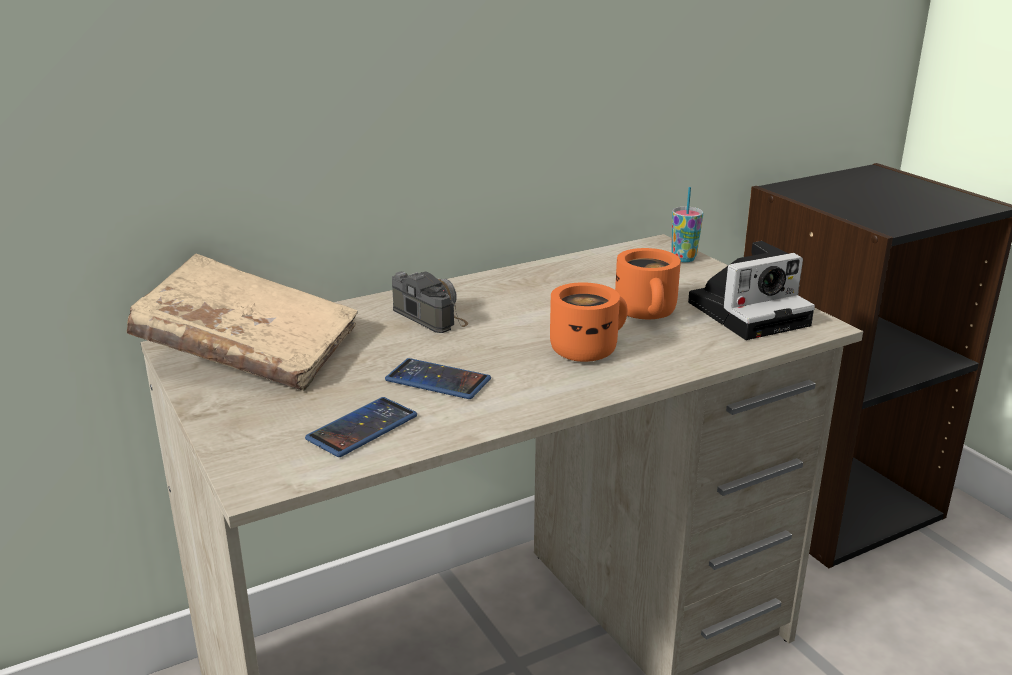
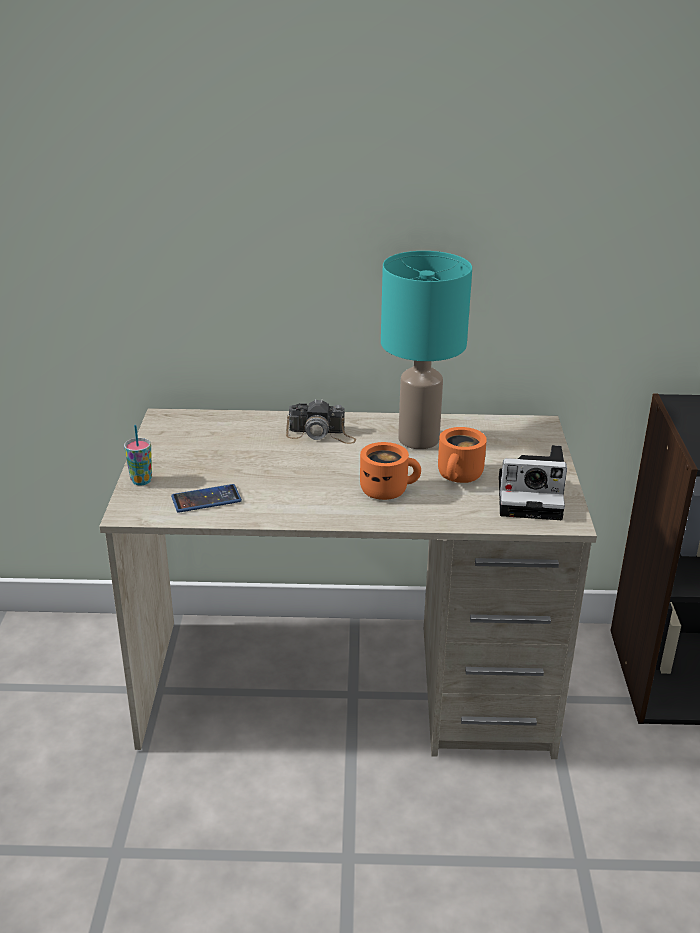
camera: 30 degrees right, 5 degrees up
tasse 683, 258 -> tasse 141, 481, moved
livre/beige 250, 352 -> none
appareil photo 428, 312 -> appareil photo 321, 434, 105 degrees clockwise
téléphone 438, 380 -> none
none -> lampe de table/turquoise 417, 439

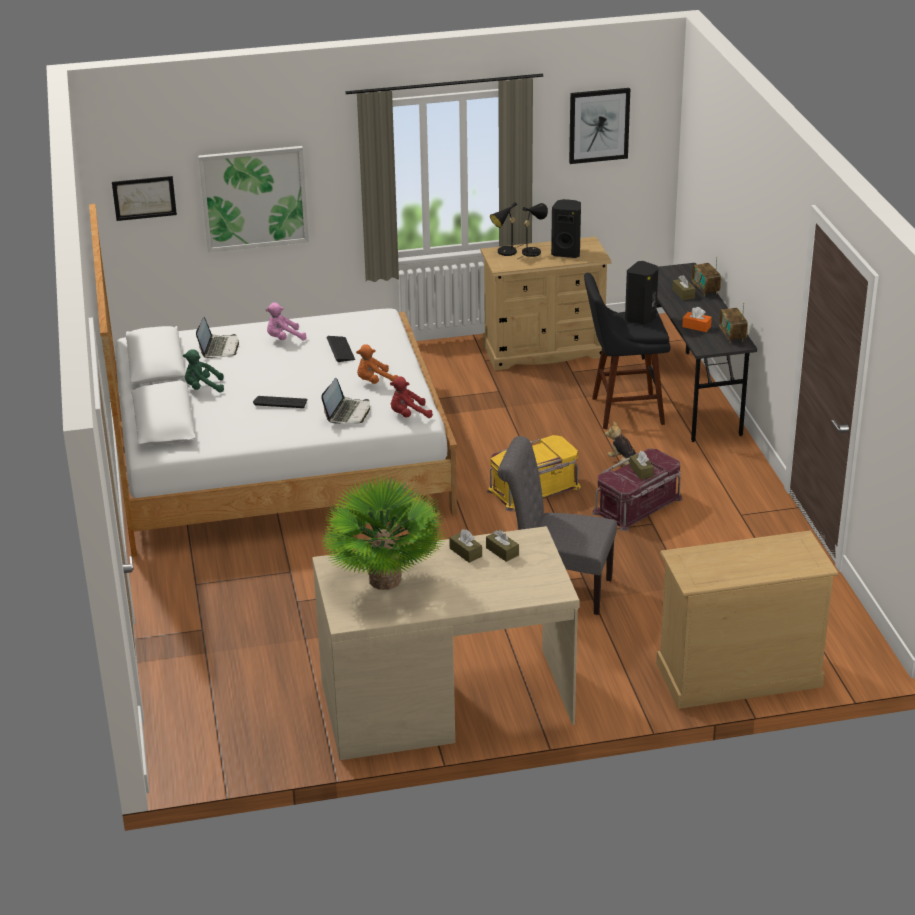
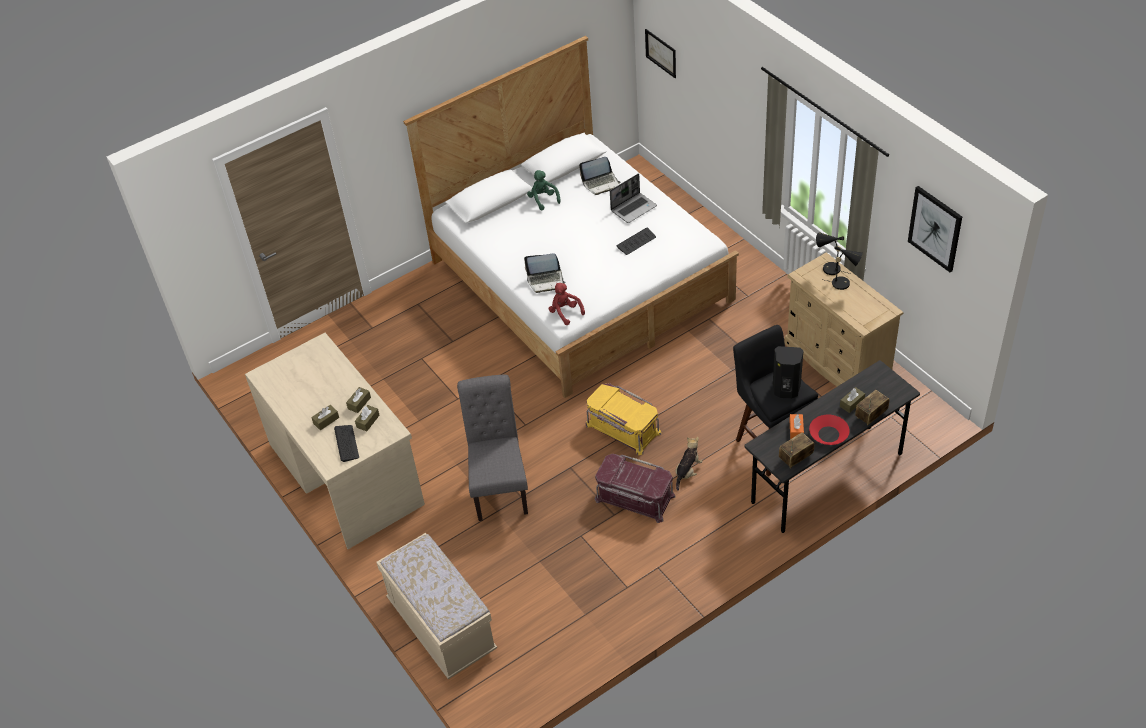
camera: 70 degrees right, 15 degrees up
tableau 254, 198 -> none
enceinte/noir 567, 253 -> none
peluche/rose 284, 339 -> ordinateur portable 633, 208
peluche/orange 374, 382 -> none
clavier 280, 402 -> clavier 346, 443, moved
boîte à mouchoirs/marron 641, 471 -> boîte à mouchoirs/marron 326, 420, moved
plante en pot 384, 580 -> none
commode/beige 738, 674 -> banc/beige 441, 626
none -> bol/rouge 828, 434

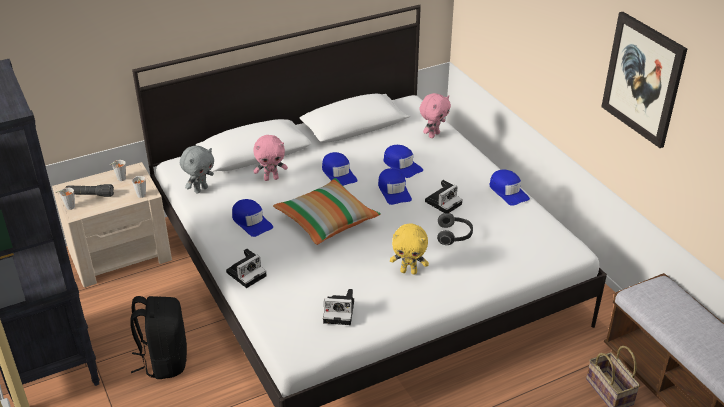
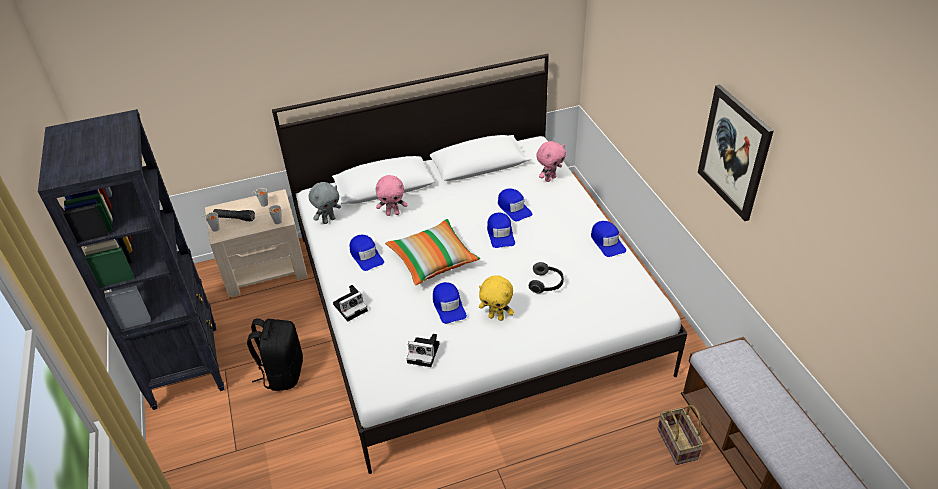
camera: 10 degrees right, 5 degrees up
casquette/bleu 338, 174 -> casquette/bleu 448, 306, moved
appareil photo 443, 202 -> none

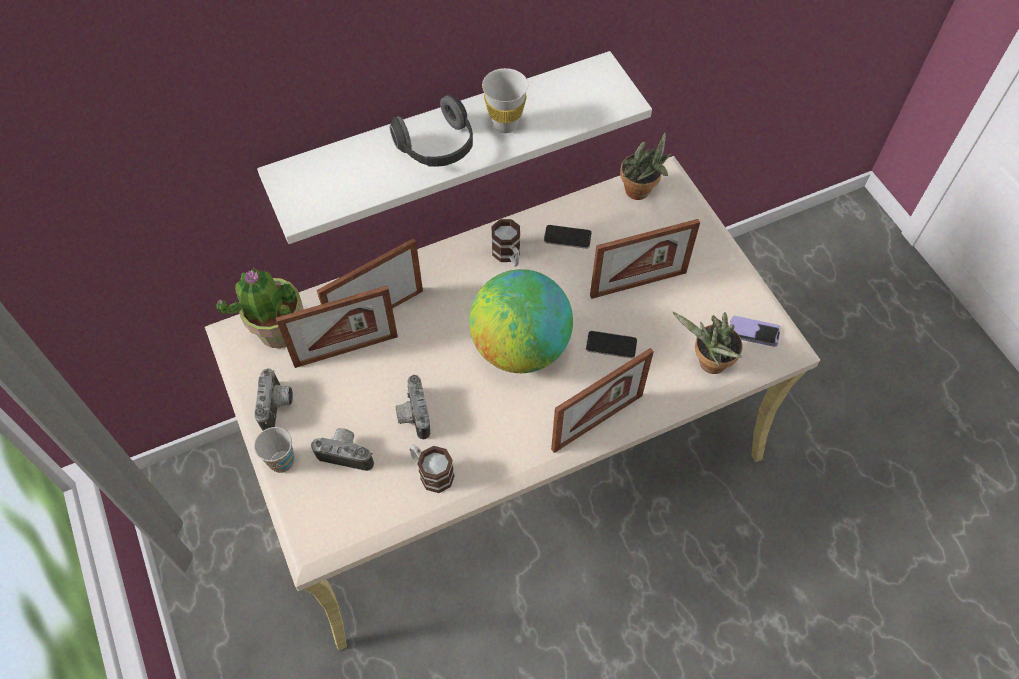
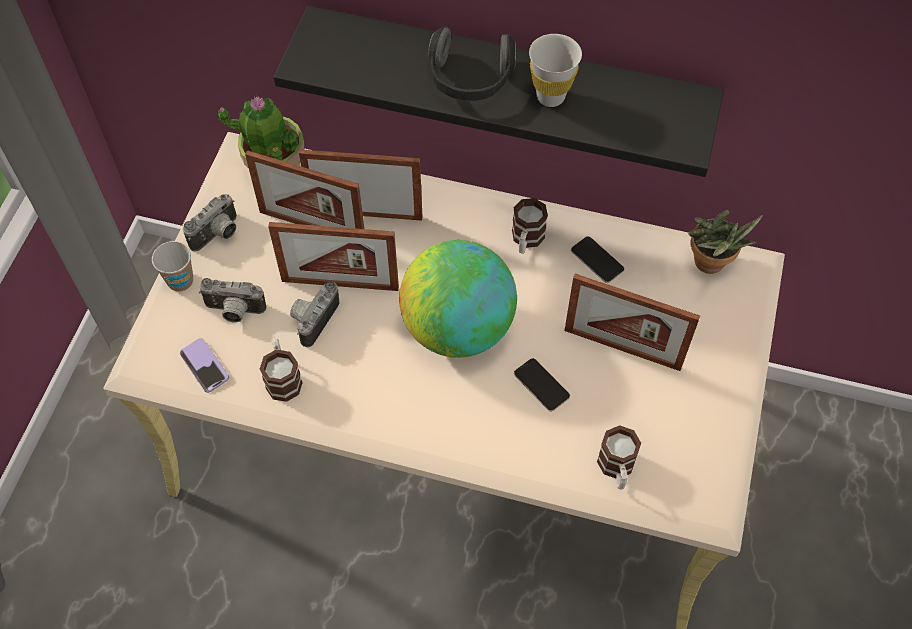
camera: 40 degrees right, 0 degrees up
étagère/blanc 443, 136 -> étagère/noir 508, 78
plante en pot 708, 364 -> mug 616, 469
téléphone 754, 332 -> téléphone 204, 366, moved
cadre photo 597, 422 -> cadre photo 340, 284, moved
appareil photo 347, 453 -> appareil photo 234, 312, 135 degrees clockwise

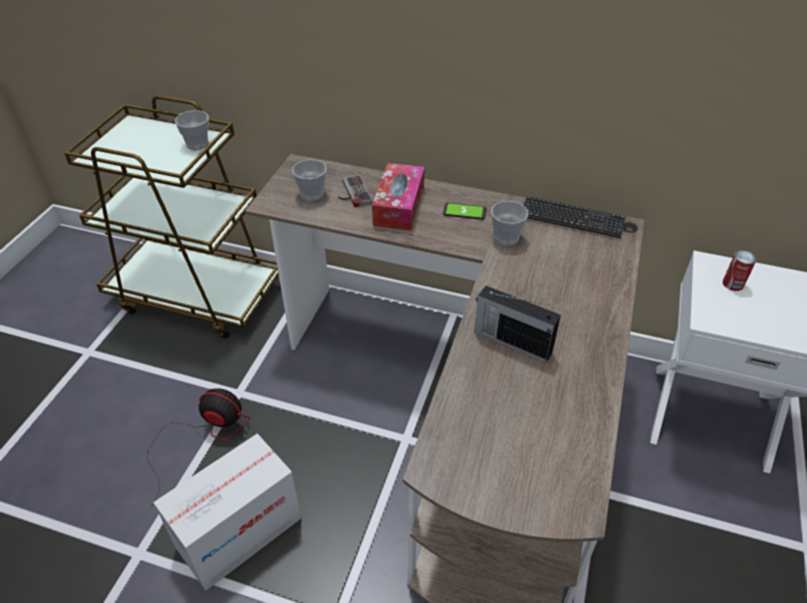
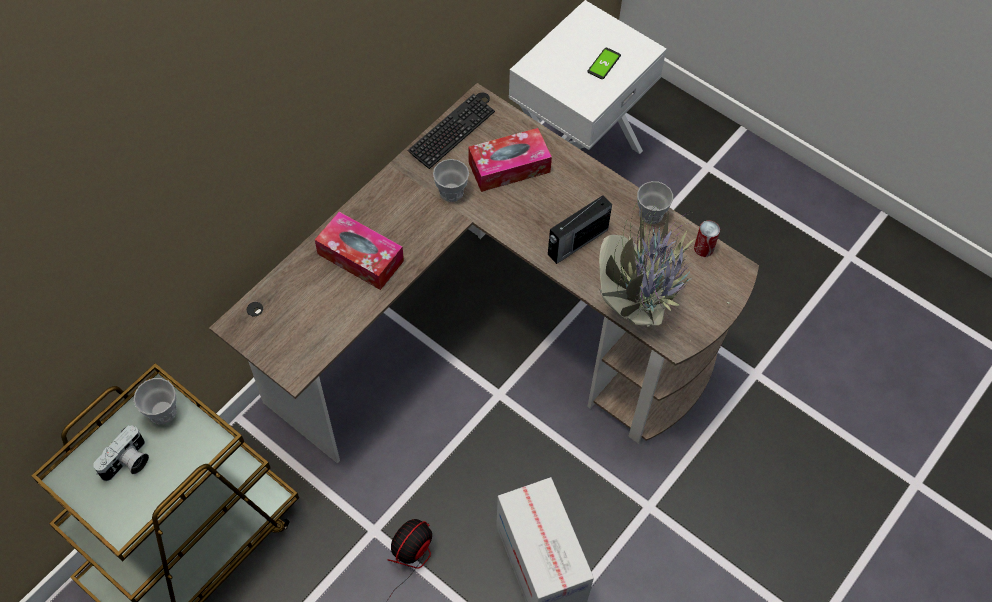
camera: 70 degrees left, 15 degrees up
tasse 312, 194 -> tasse 651, 214, moved
manette 351, 193 -> none
téléphone 464, 212 -> téléphone 604, 64, moved
boîte métallique 733, 284 -> boîte métallique 703, 248, moved
none -> boîte à mouchoirs 509, 167
none -> plante en pot 640, 305
none -> appareil photo 128, 463

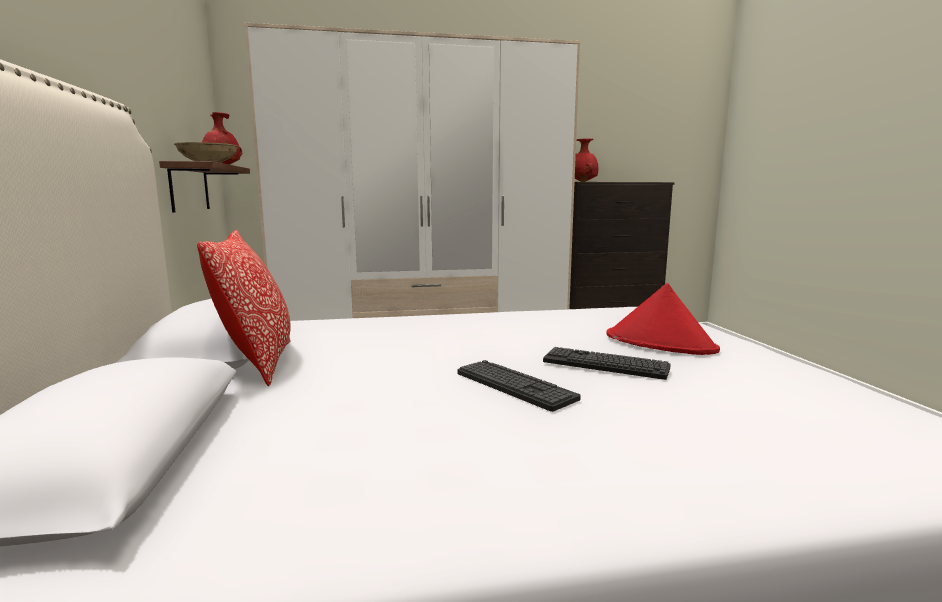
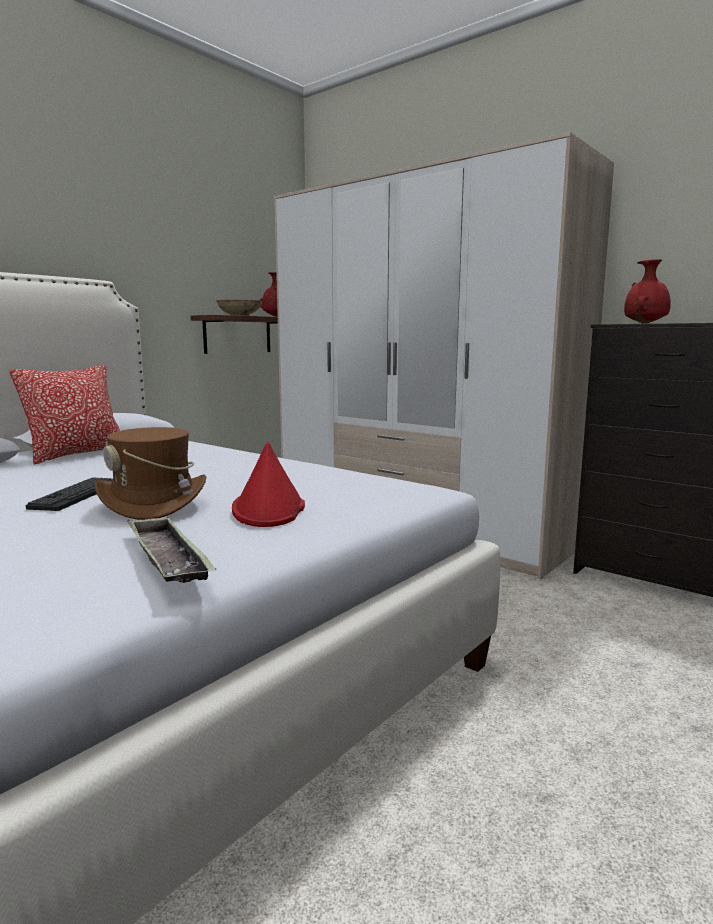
camera: 50 degrees right, 0 degrees up
clavier 605, 364 -> chapeau/marron 154, 503
none -> plateau 167, 557

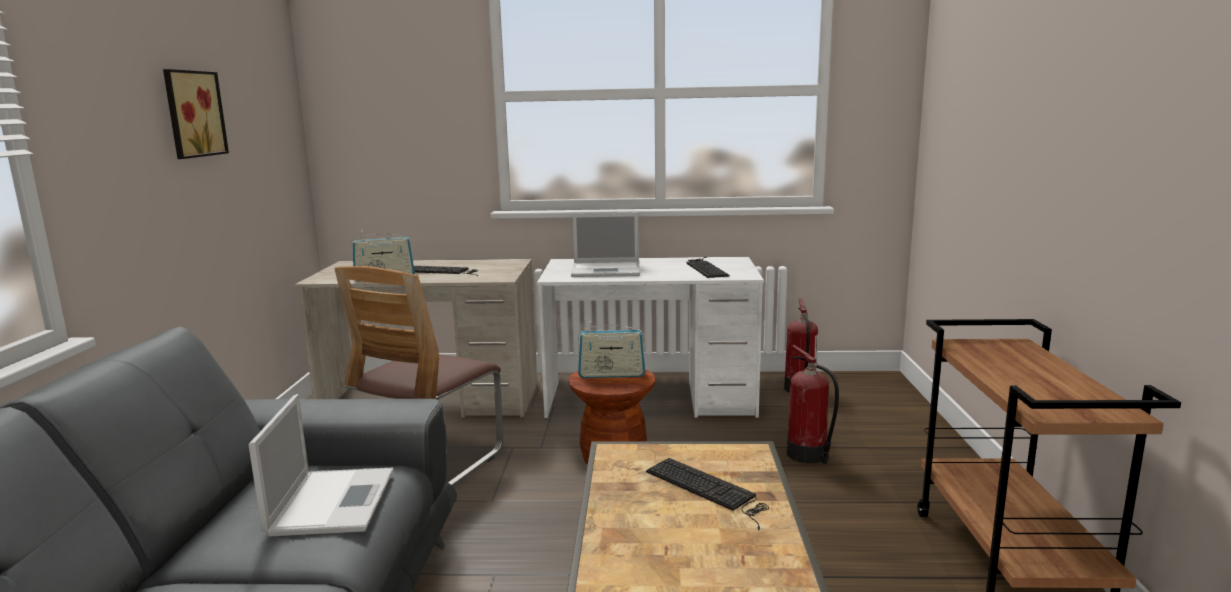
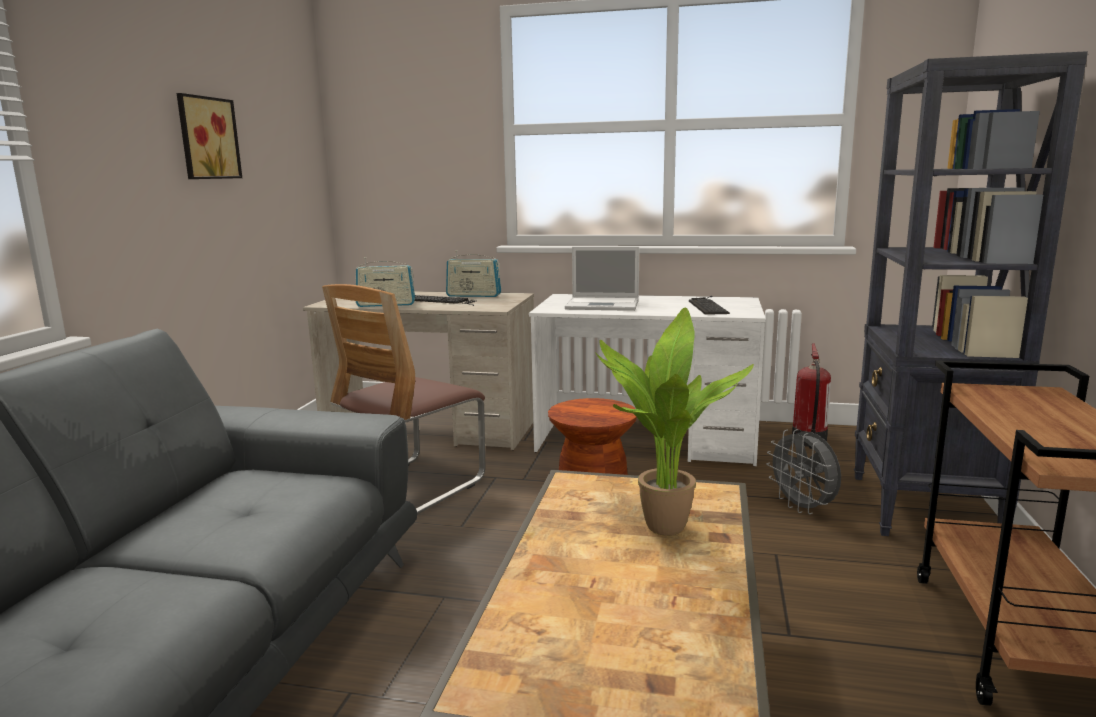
camera: 10 degrees right, 0 degrees up
radio 611, 375 -> radio 473, 295, moved
extincteur 808, 455 -> ventilateur/gris 803, 508
ordinateur portable 333, 500 -> none
clavier 709, 490 -> plante en pot 659, 526
none -> bibliothèque/noir 922, 508

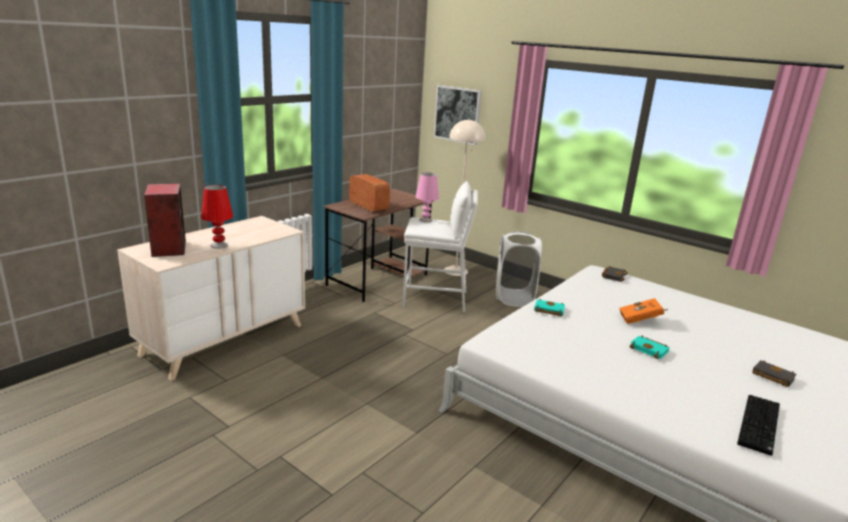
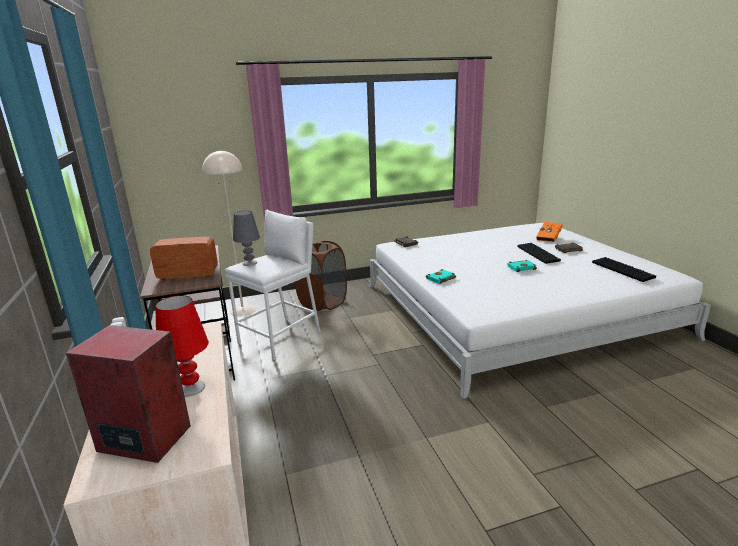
camera: 55 degrees left, 0 degrees up
tableau 457, 114 -> none
lampe de table/rose 425, 220 -> lampe de table/gris 249, 263
panier à linge/blanc 514, 298 -> panier à linge/marron 322, 303
livre/orange 641, 321 -> livre/orange 549, 238, moved
none -> clavier 539, 254

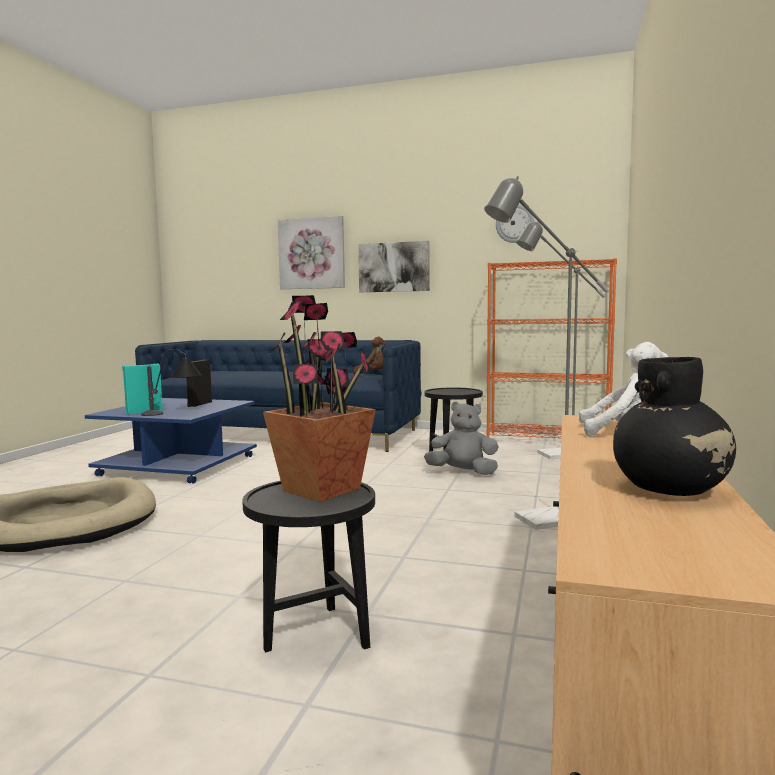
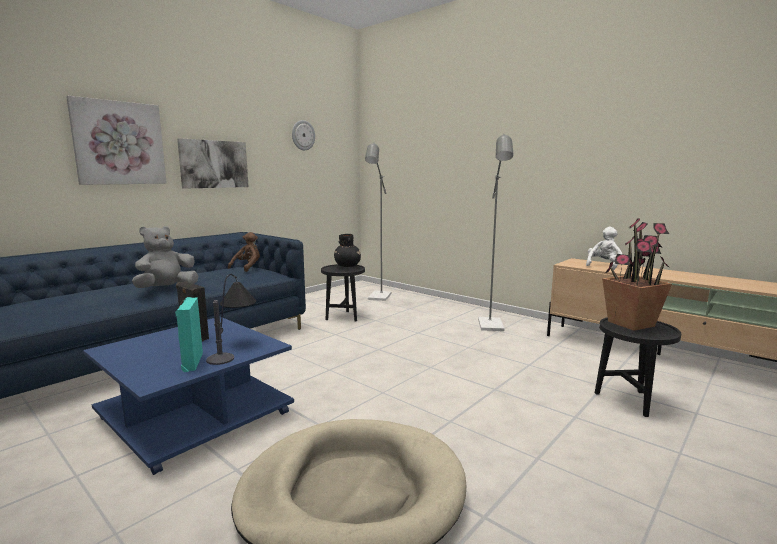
camera: 65 degrees left, 5 degrees up
bibliothèque/orange 548, 439 -> none
vase/noir 671, 490 -> vase/noir 347, 266, moved
peluche/gris 463, 472 -> peluche/gris 166, 288, moved

